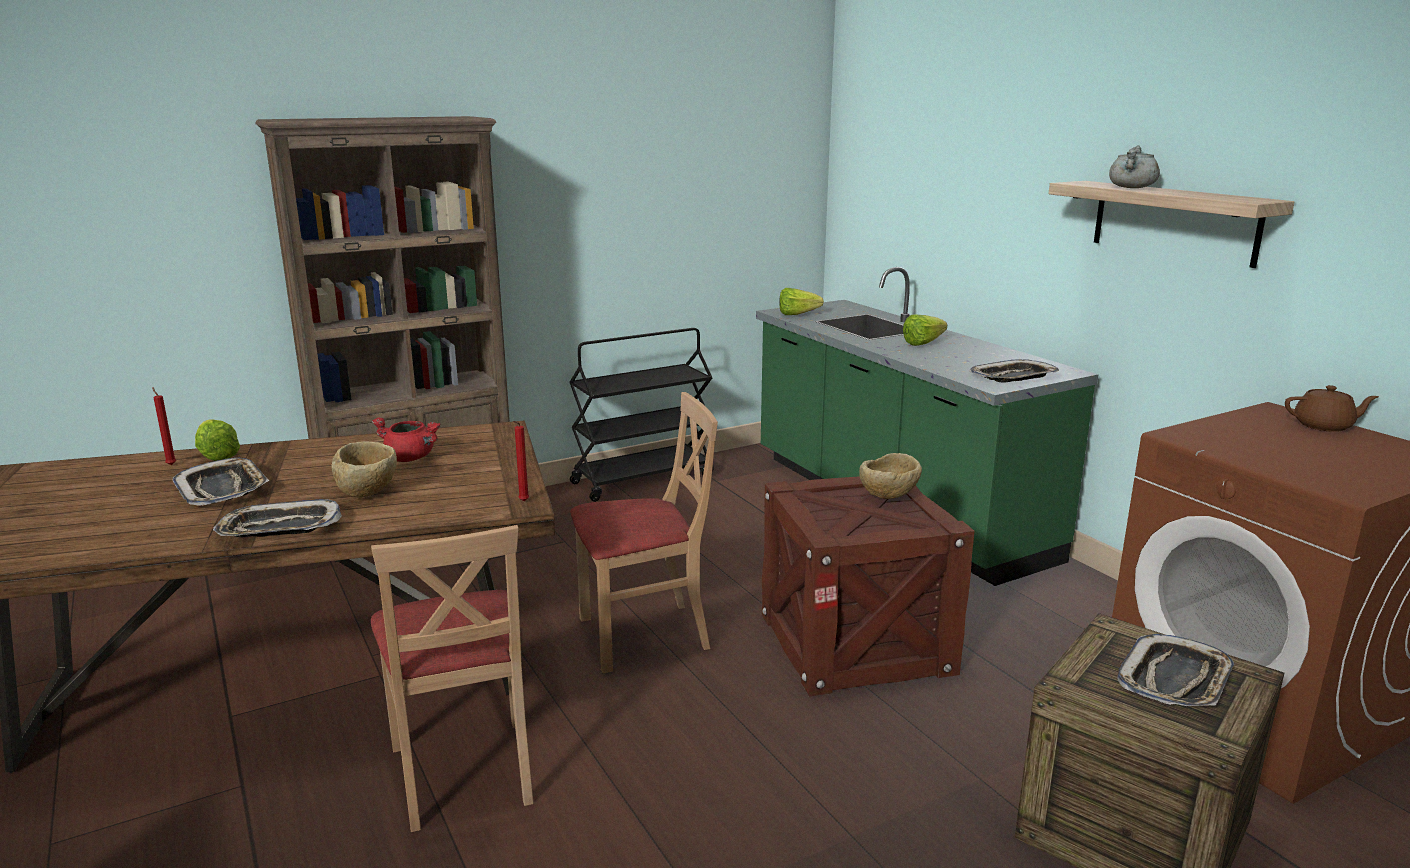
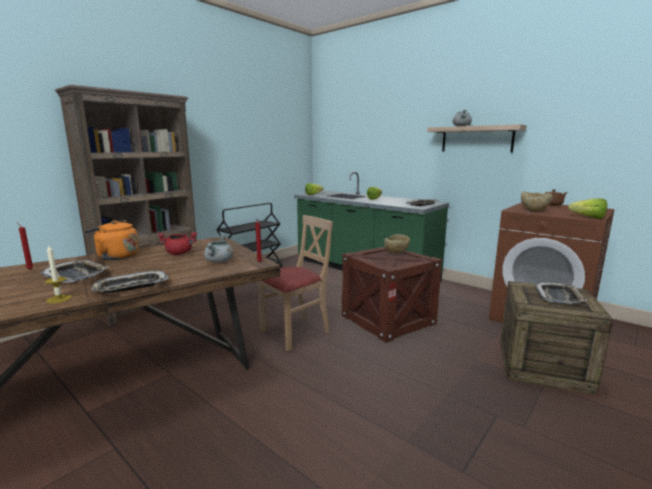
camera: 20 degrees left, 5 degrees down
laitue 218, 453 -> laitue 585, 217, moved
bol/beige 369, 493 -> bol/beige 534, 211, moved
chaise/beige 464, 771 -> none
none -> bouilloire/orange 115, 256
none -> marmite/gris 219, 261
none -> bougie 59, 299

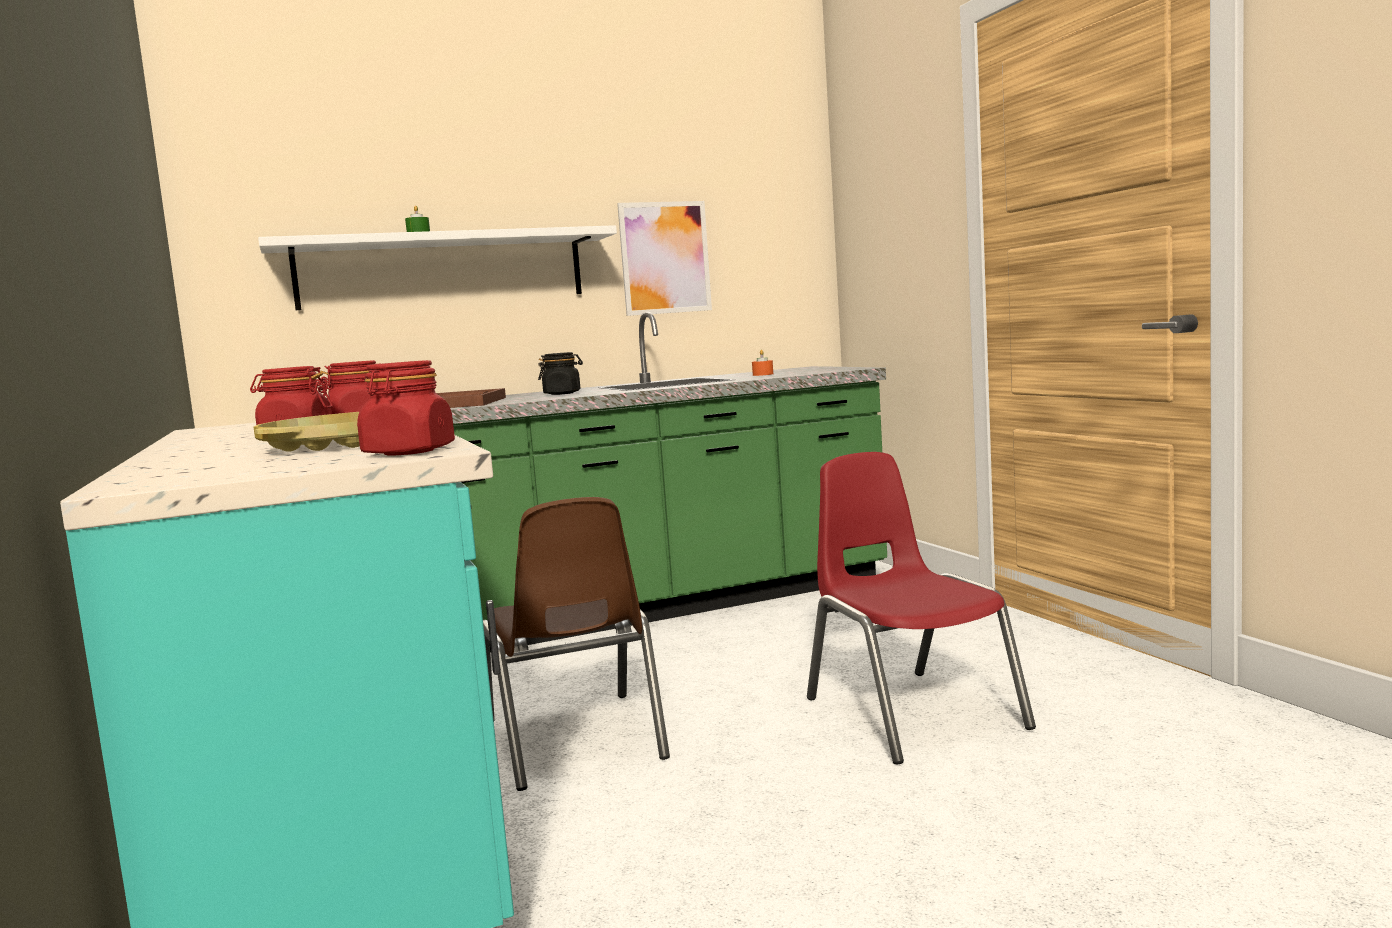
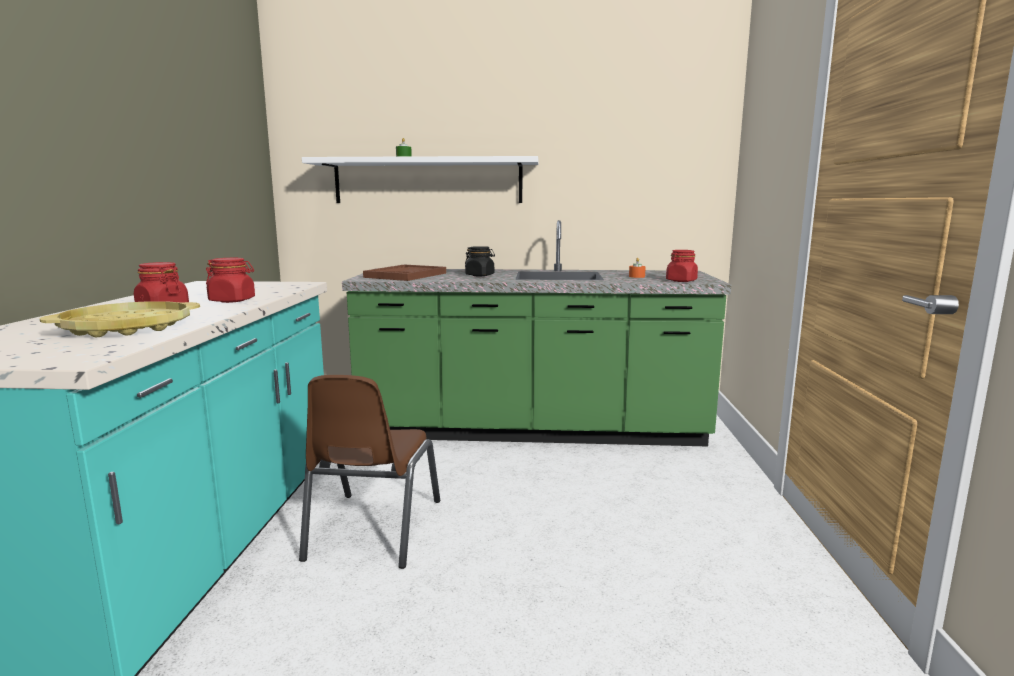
camera: 25 degrees right, 5 degrees up
tableau 665, 258 -> none
bocal/rouge 409, 452 -> bocal/rouge 681, 281, moved
chaise/rouge 912, 713 -> none

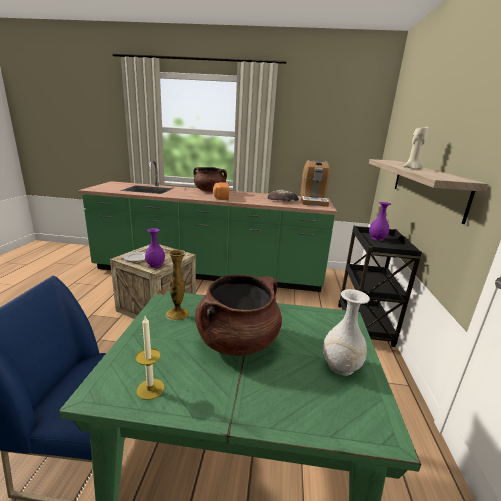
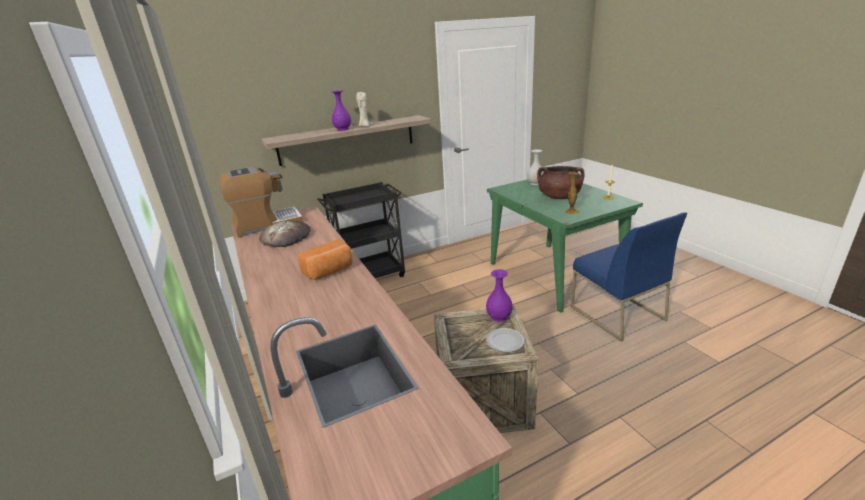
camera: 120 degrees left, 5 degrees up
marmite/marron 209, 191 -> none
vase/violet 377, 239 -> vase/violet 342, 129, moved

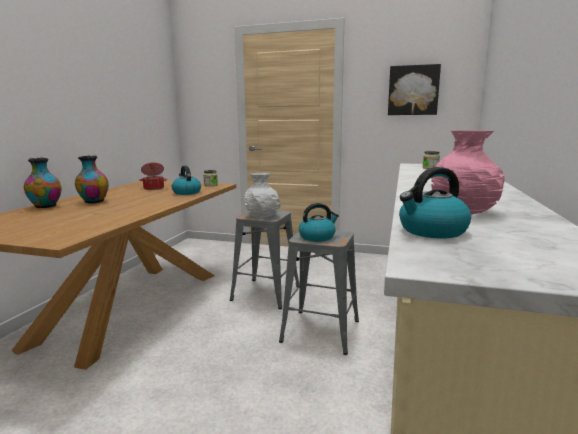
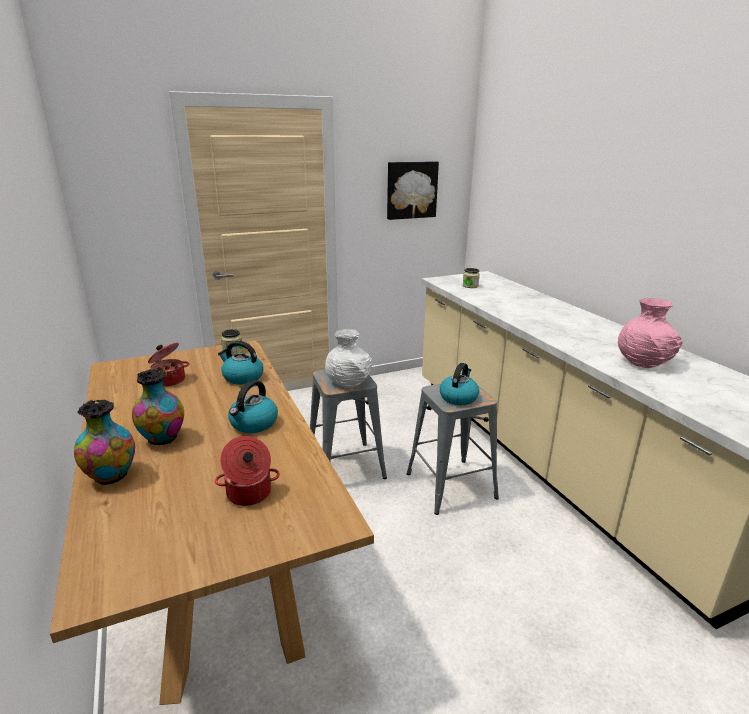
camera: 40 degrees left, 10 degrees up
bouilloire 432, 231 -> bouilloire 253, 424, moved
none -> marmite 249, 494

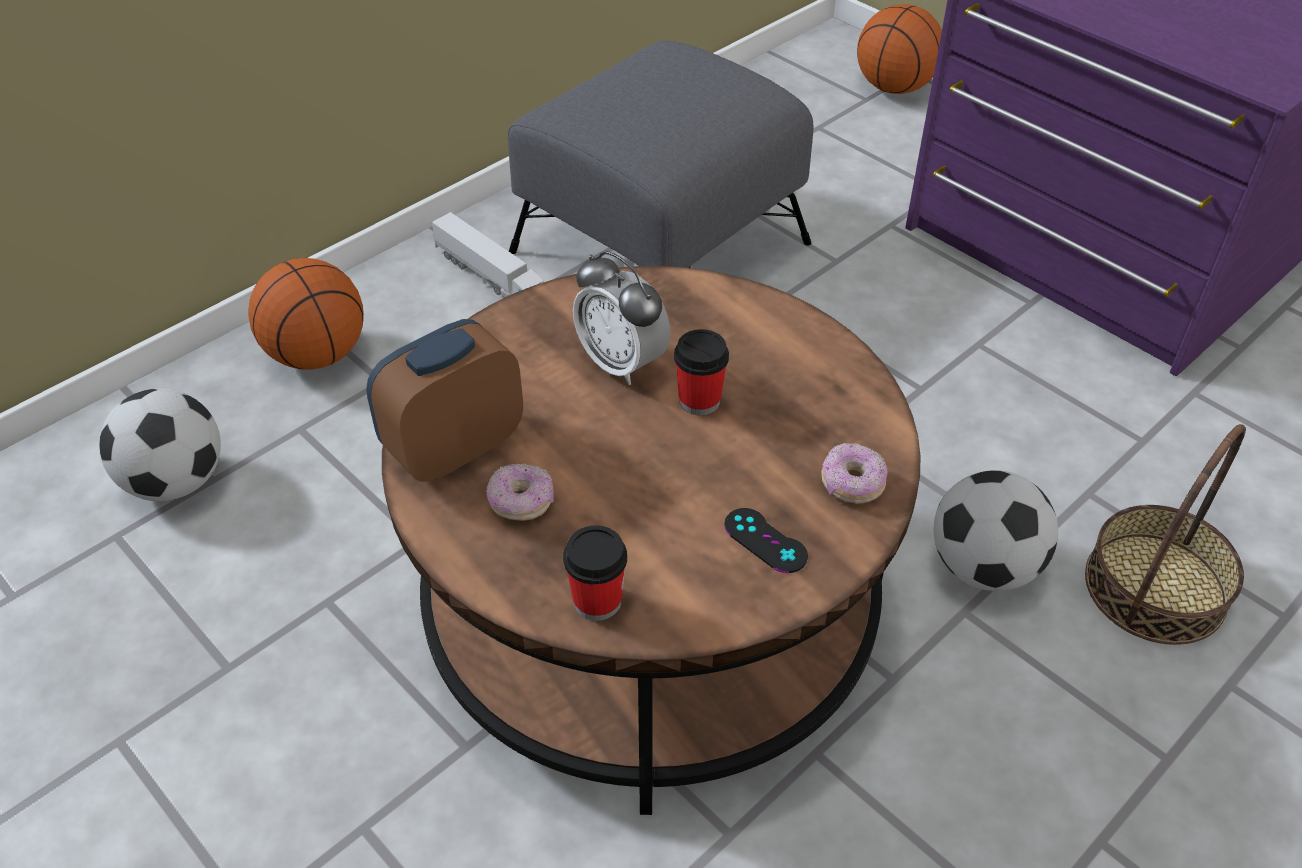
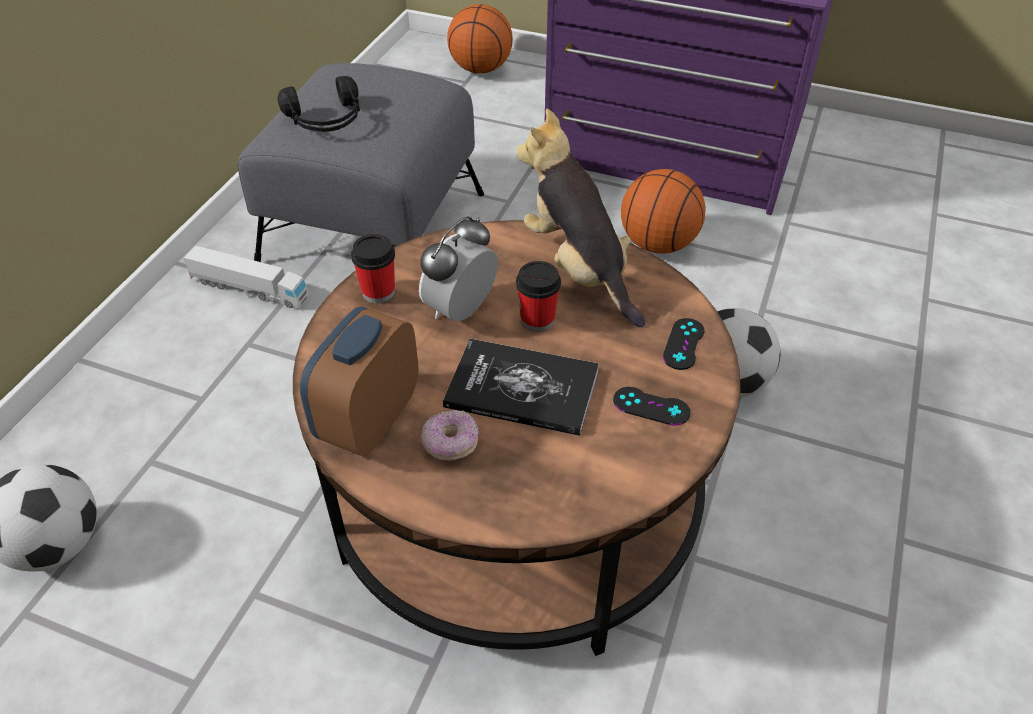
camera: 25 degrees left, 0 degrees up
réveil 622, 363 -> réveil 461, 310, 105 degrees clockwise
ballon de basket 318, 355 -> ballon de basket 658, 244, moved
panier 1154, 587 -> none
beignet 852, 484 -> manette/noir 683, 344
tasse 597, 601 -> tasse 378, 292, moved
none -> casque audio/noir 326, 120
none -> peluche 579, 269
none -> livre 522, 389

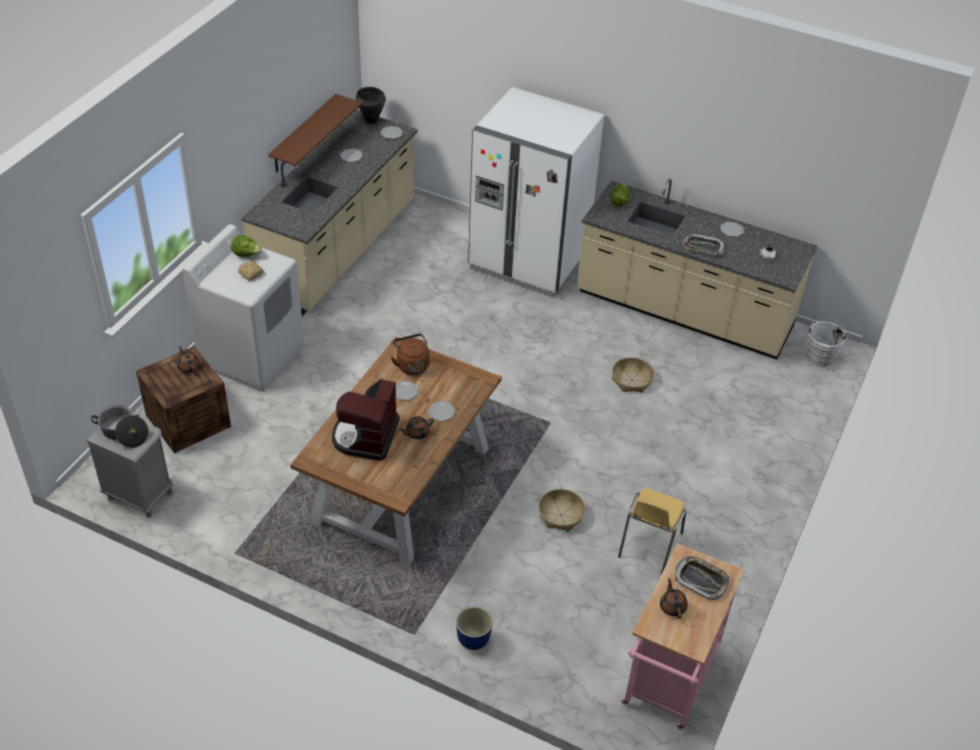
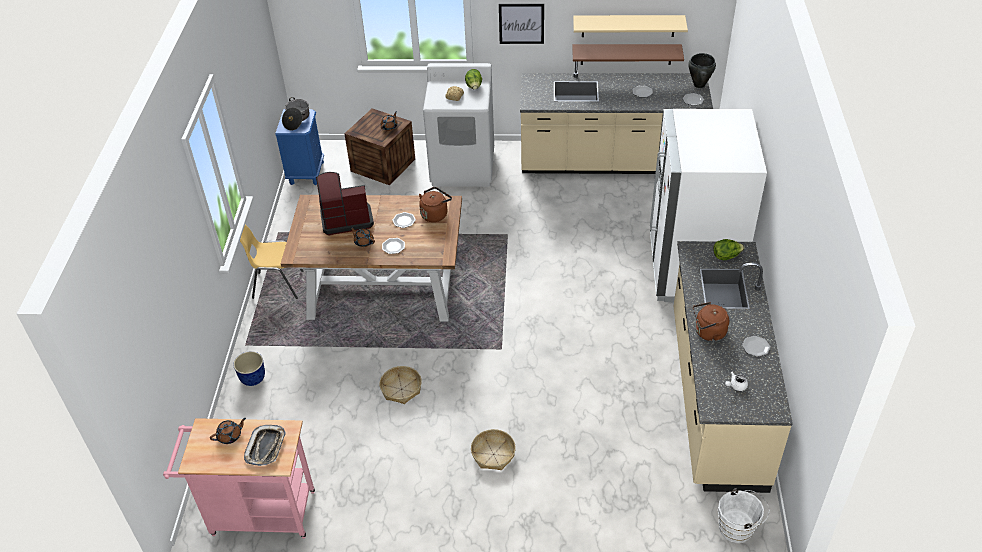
camera: 70 degrees right, 0 degrees up
plateau 702, 247 -> bouilloire/marron 708, 332
panier 632, 380 -> panier 493, 454, moved
table de chevet/gris 139, 495 -> table de chevet/bleu 306, 173
chaise/jaune 649, 545 -> chaise/jaune 277, 285, moved
none -> tableau 521, 23
none -> étagère/beige 628, 26

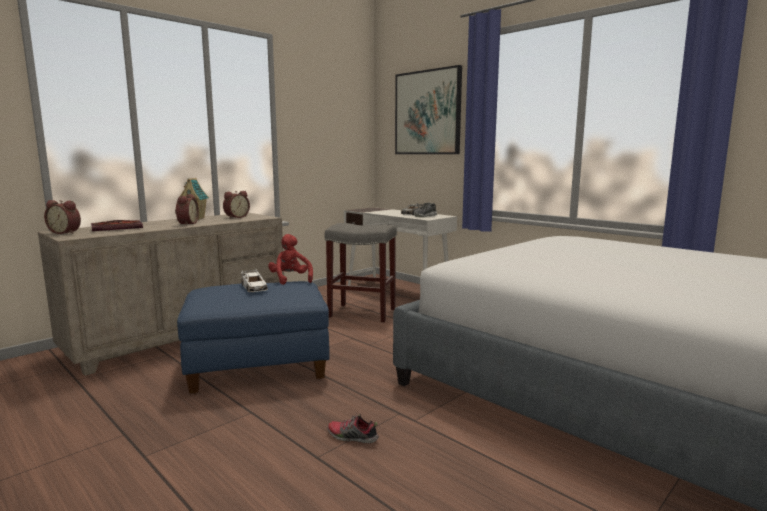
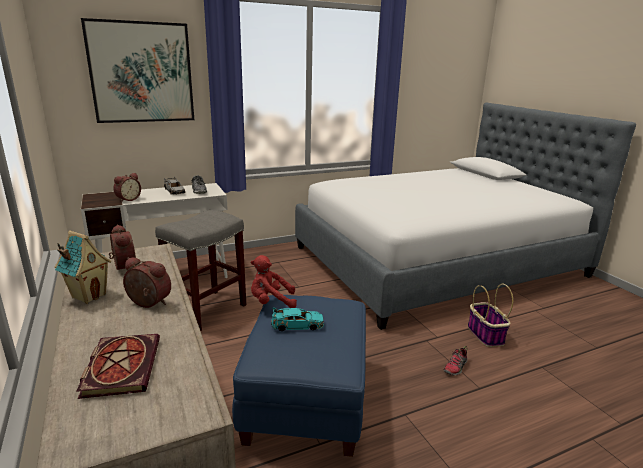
camera: 70 degrees left, 10 degrees up
réveil 66, 232 -> réveil 128, 199, moved
petite voiture/blanc 254, 287 -> petite voiture/turquoise 297, 325
none -> panier 484, 334

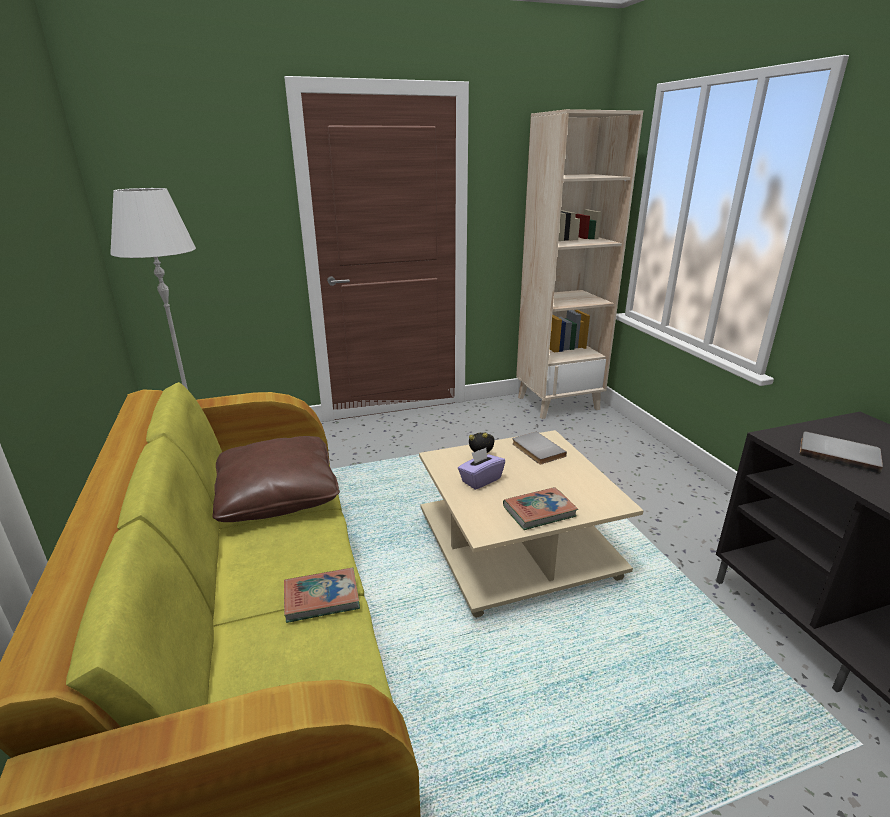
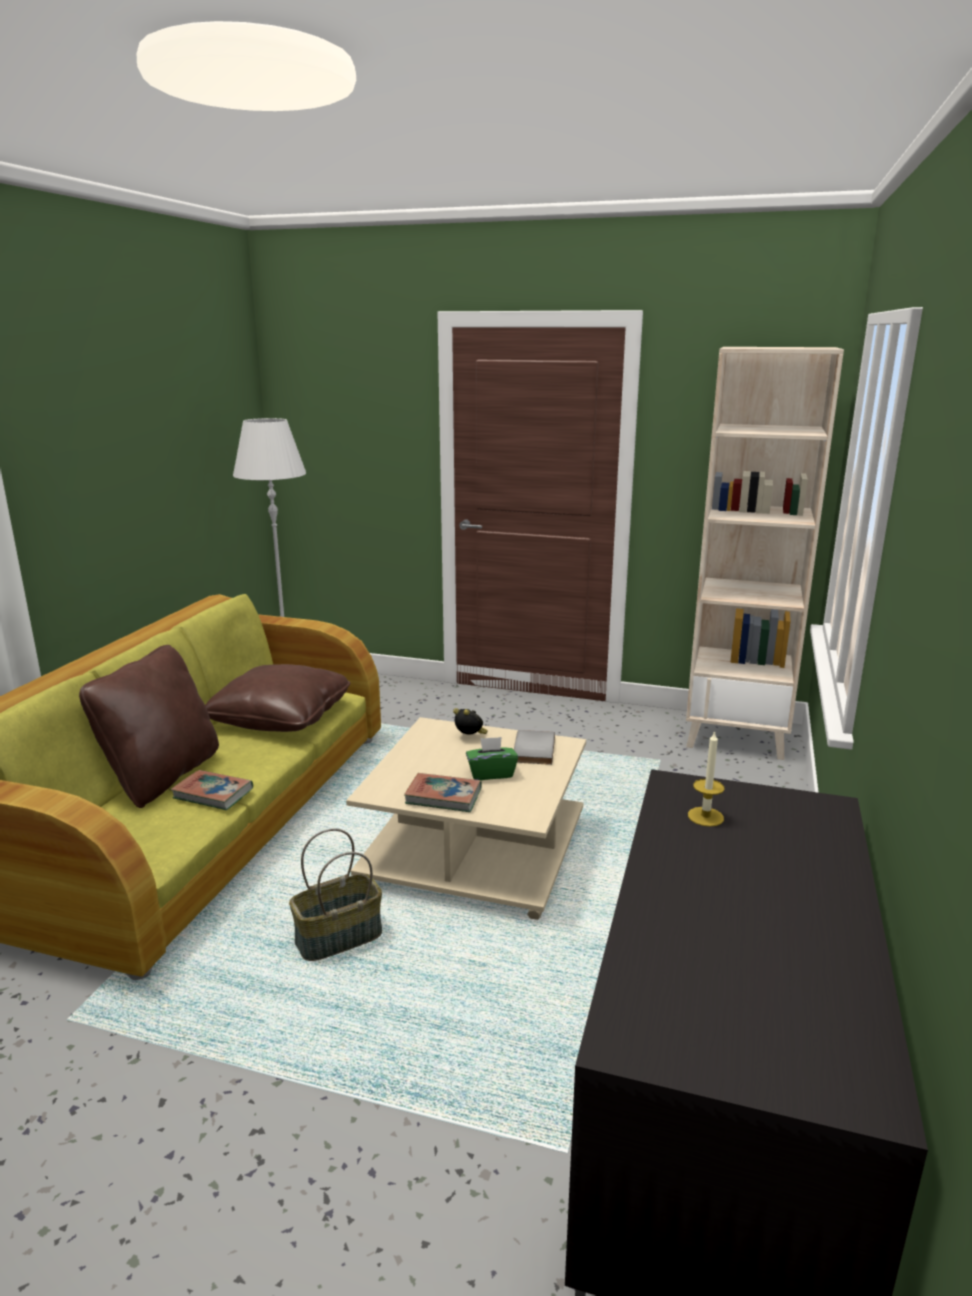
camera: 35 degrees right, 5 degrees down
livre/gris 838, 454 -> bougie 705, 816
boîte à mouchoirs/violet 480, 480 -> none
none -> coussin/marron 162, 776
none -> boîte à mouchoirs/vert 491, 773
none -> panier 338, 938

